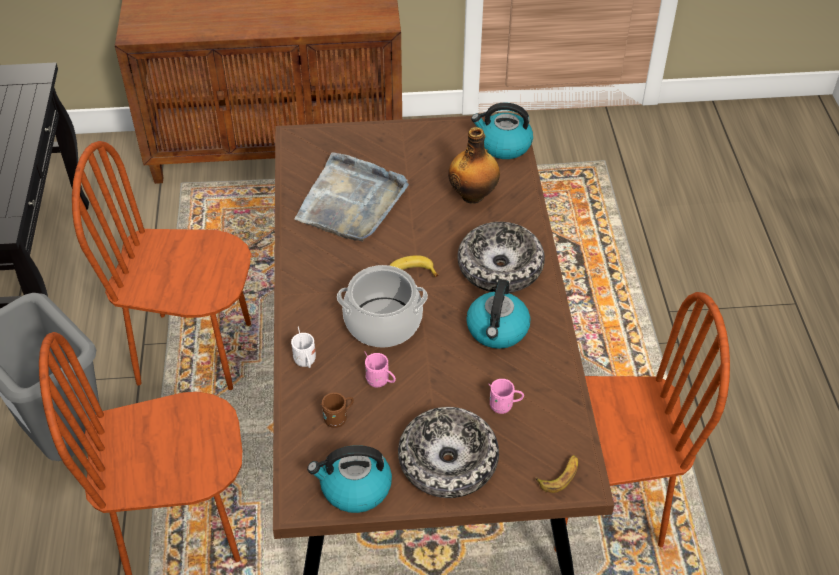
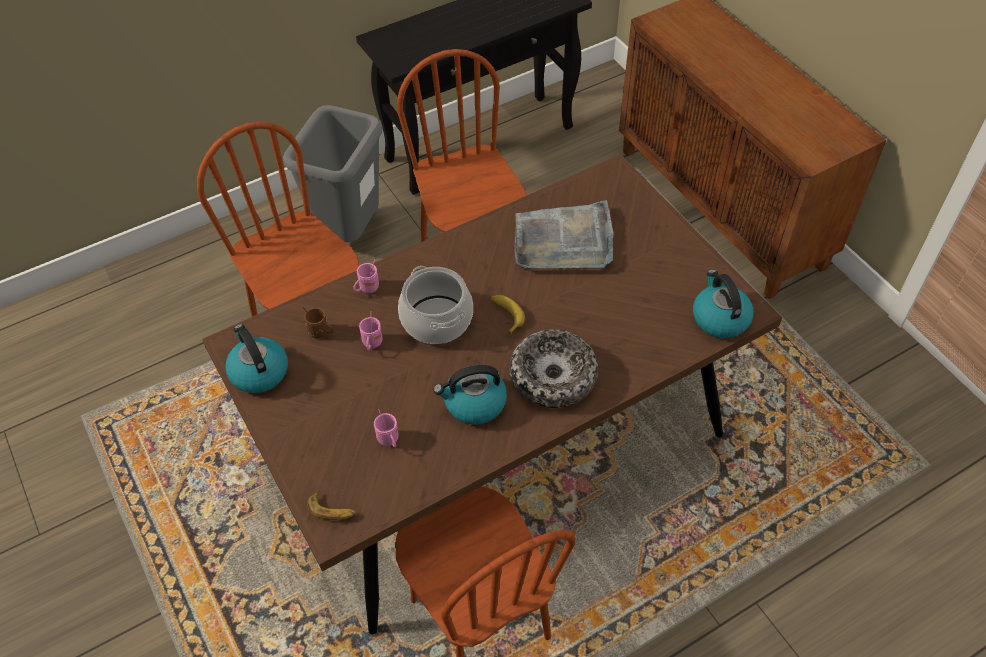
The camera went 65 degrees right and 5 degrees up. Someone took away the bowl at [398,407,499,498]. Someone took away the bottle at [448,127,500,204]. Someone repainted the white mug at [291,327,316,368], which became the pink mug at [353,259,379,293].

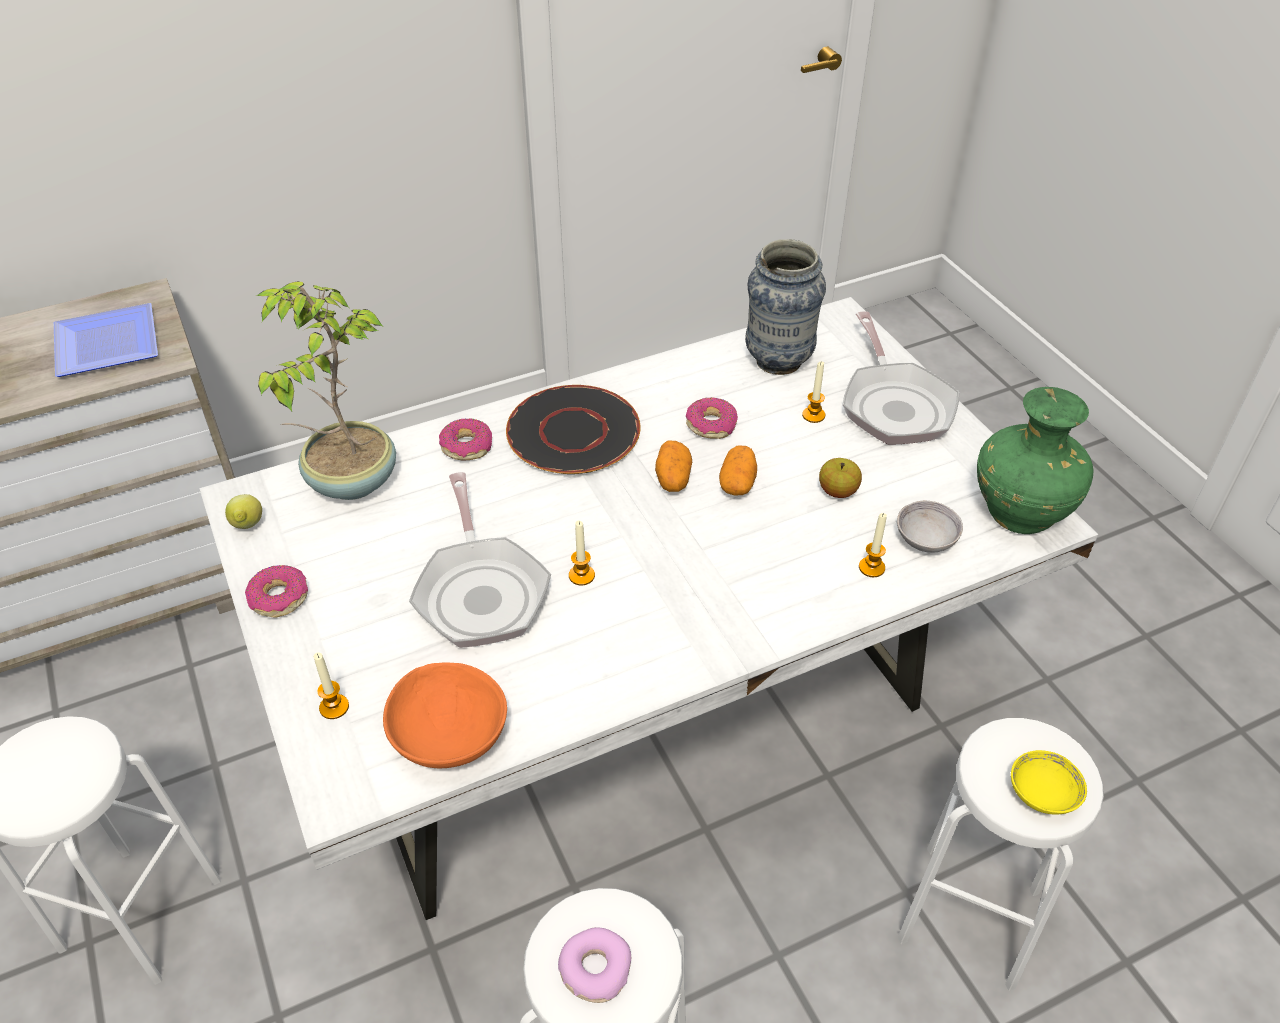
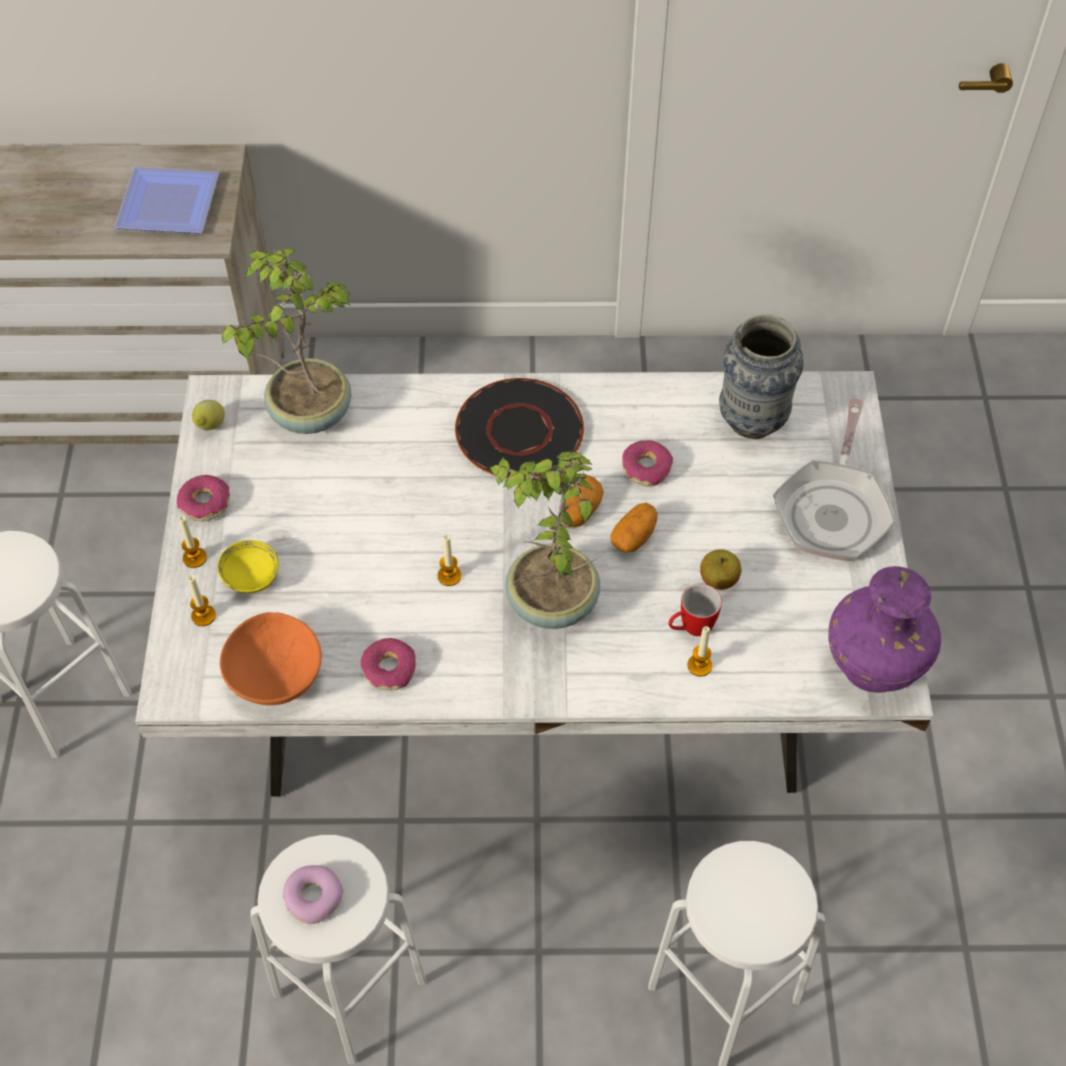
The camera went 25 degrees right and 10 degrees up. Someone took away the frying pan at [409,472,551,648]. Someone took away the grey bowl at [897,501,963,553]. Someone put down the potted plant at [490,451,600,629]. Someone put down the mug at [669,584,722,636]. Someone carried the donut from [439,418,492,461] to [361,638,416,691]. Someone carried the candle from [802,361,825,423] to [179,516,207,568]. Someone carried the yellow bowl from [1011,750,1087,815] to [217,540,279,593]. Someone repainted the green vase at [977,387,1093,534], which became the purple vase at [828,566,941,693].

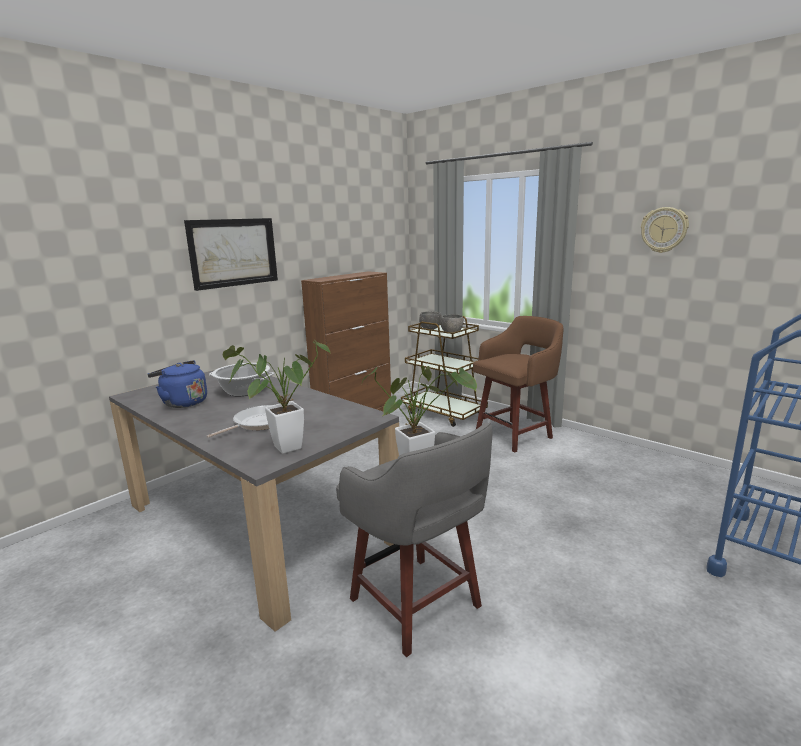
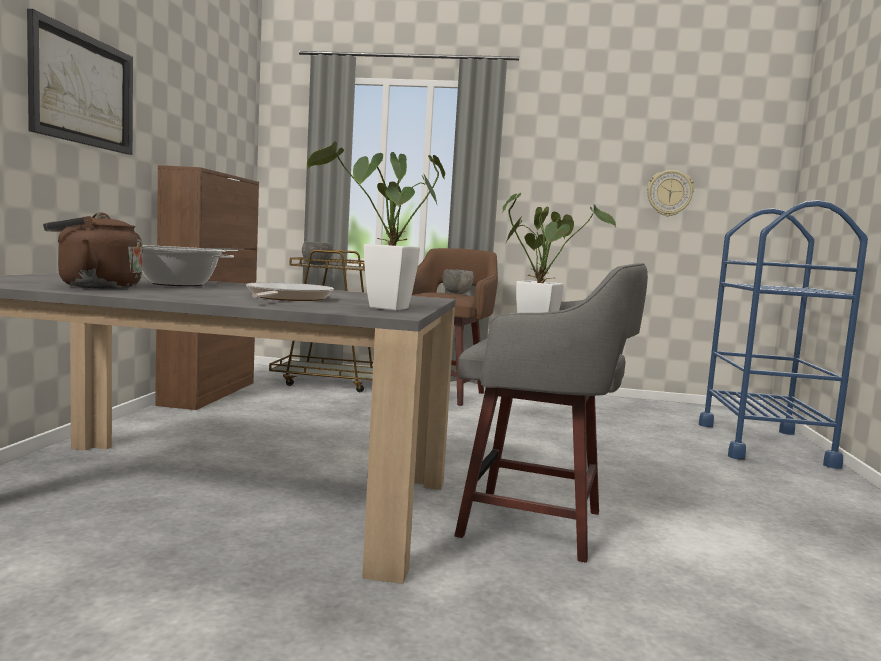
The camera went 35 degrees left and 10 degrees down. Someone carried the grey bowl from [440,314,464,333] to [442,269,474,294]. Someone carried the wall clock from [641,207,689,253] to [647,170,694,216]. Someone repainted the blue kettle at [147,360,207,408], which became the brown kettle at [43,212,142,289].

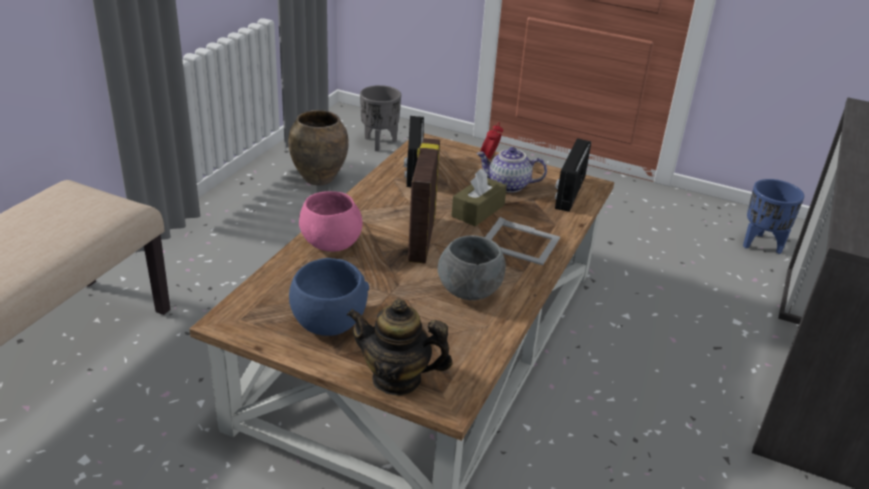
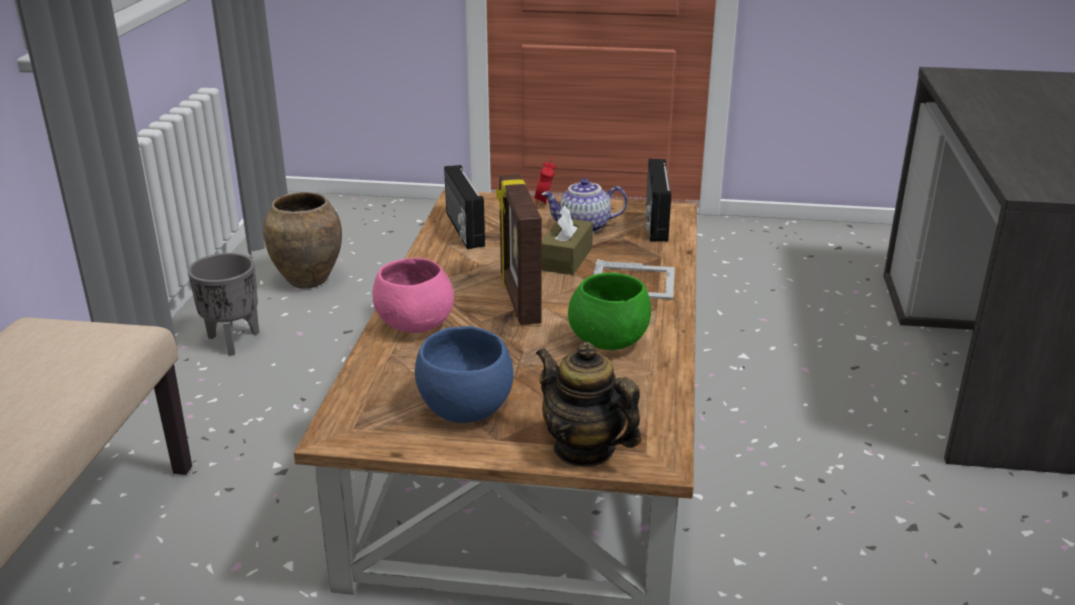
The camera went 15 degrees left and 5 degrees down. Someone took away the blue planter at [743,179,804,254]. Someone carried the grey planter from [360,85,401,152] to [188,253,259,355]. Someone repainted the grey bowl at [437,235,506,300], which became the green bowl at [568,273,651,350]. Someone rotated the teapot at [347,299,453,396] by 45 degrees clockwise.

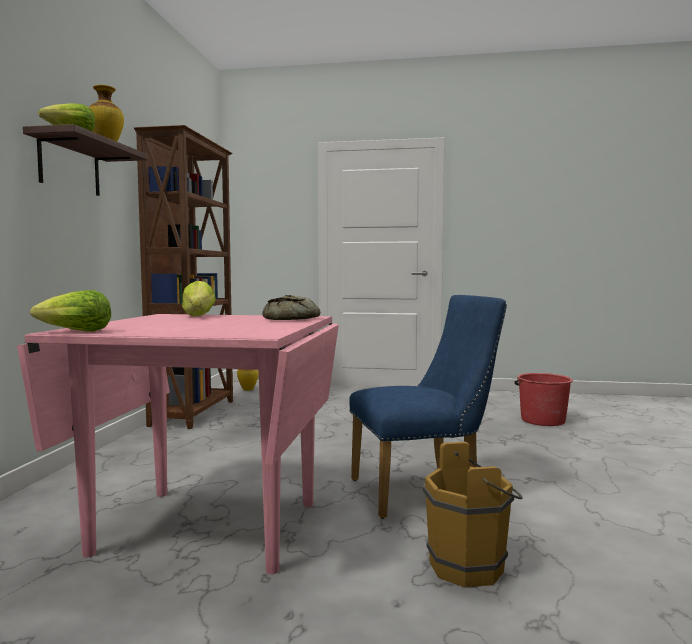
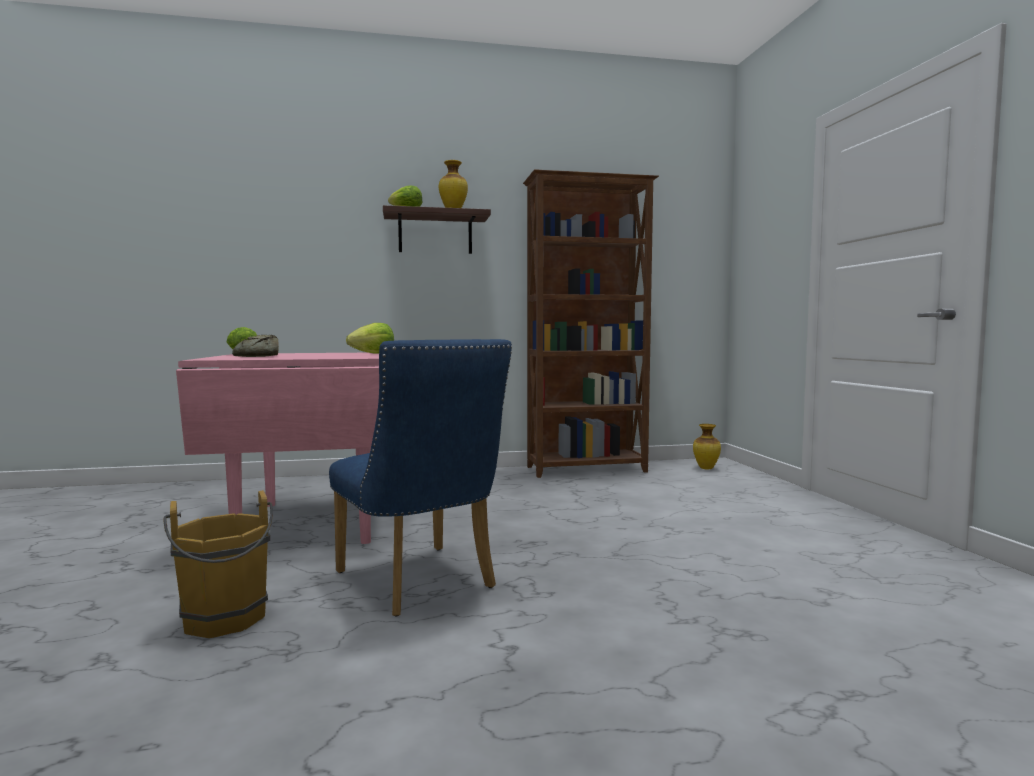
The camera went 70 degrees right and 0 degrees up. Someone took away the red bucket at [515,373,573,426]. Someone carried the bread from [262,295,320,320] to [232,335,279,357].

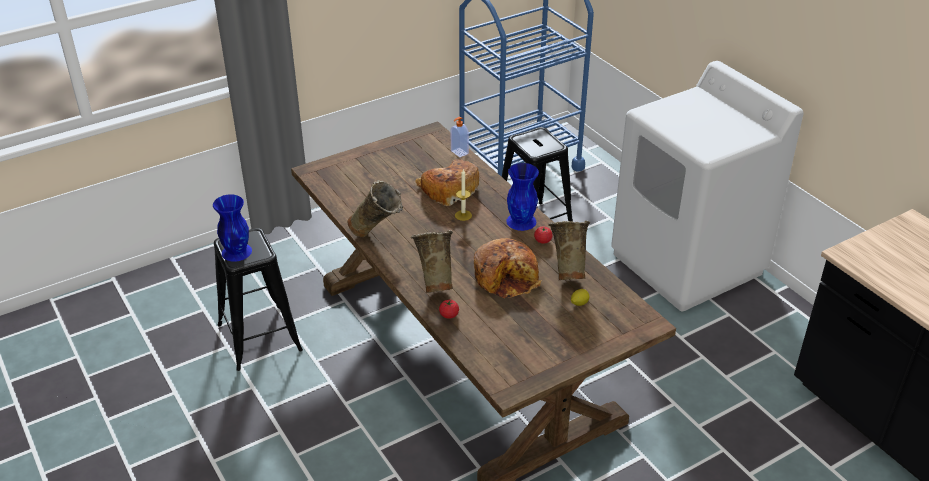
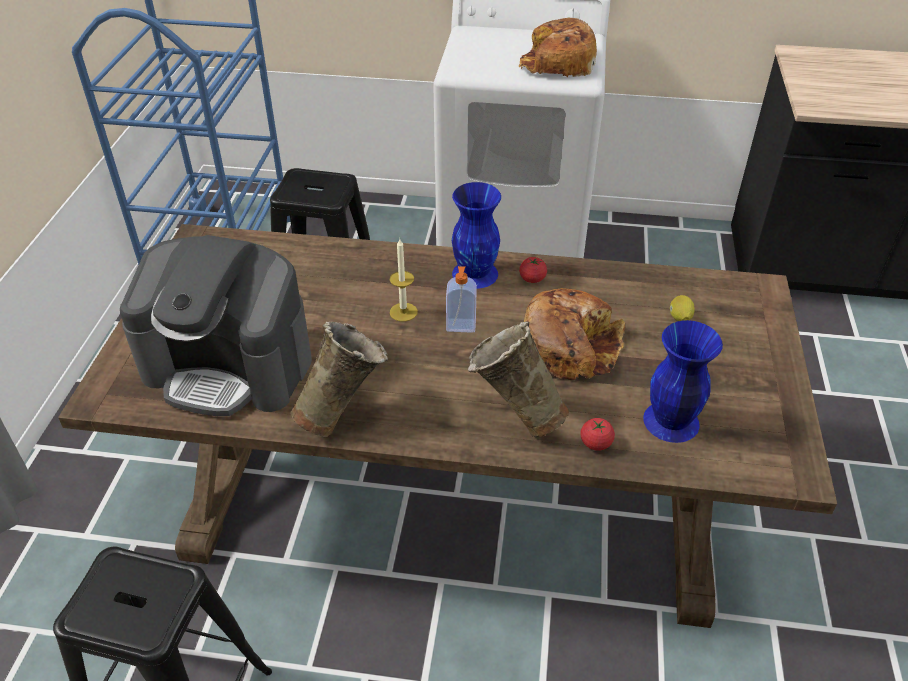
The camera went 50 degrees left and 5 degrees up. Someone took away the beige vase at [548,221,590,280]. Someone put down the coffee machine at [120,235,312,416]. Someone carried the blue vase from [213,194,252,262] to [643,320,723,443]. Someone carried the bread from [415,159,479,206] to [519,18,597,77]. Someone carried the soap dispenser from [451,117,469,157] to [446,266,477,333].

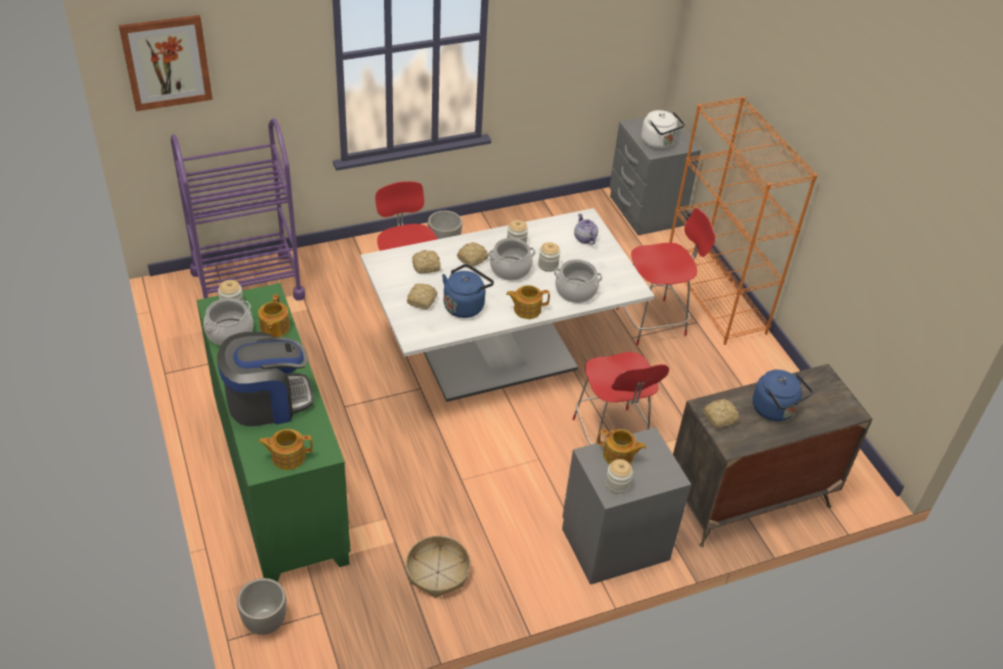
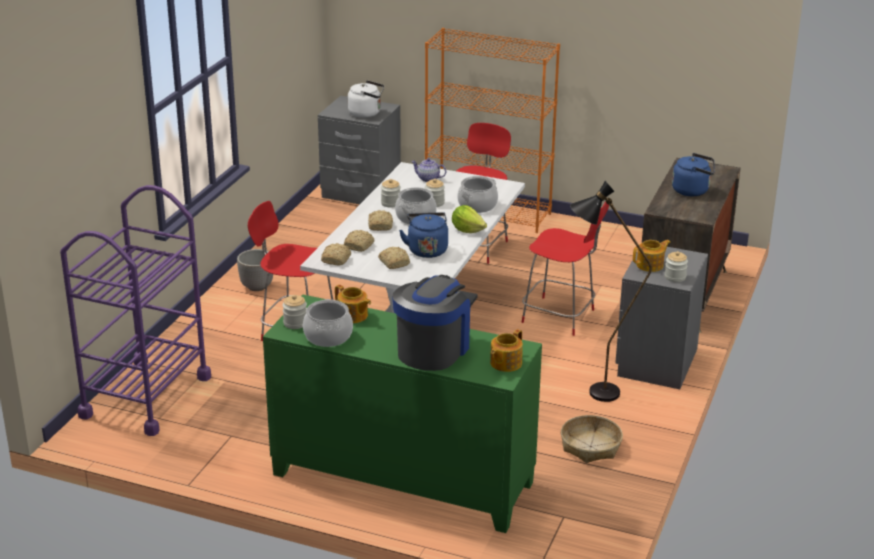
The camera went 45 degrees left and 15 degrees down. Someone took away the picture at [119,15,213,111]. Someone took away the planter at [237,578,286,635]. Someone put down the black floor lamp at [570,181,652,402]. Someone carried the bread from [703,399,739,428] to [321,243,351,266]. Someone swapped the teapot at [506,285,550,319] for the lettuce at [452,205,487,233].

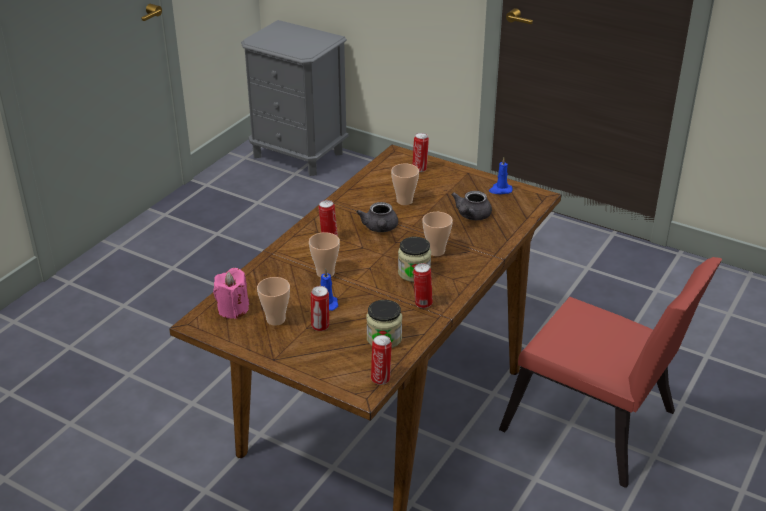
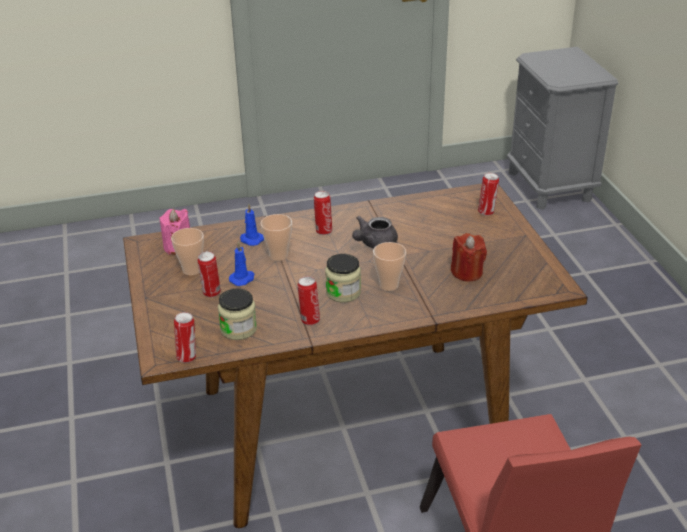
The camera went 45 degrees right and 0 degrees up. Someone took away the cup at [391,164,419,205]. Someone carried the blue candle from [489,157,513,194] to [240,204,264,246]. Someone swapped the grey teapot at [451,191,492,220] for the red candle at [451,233,487,281].

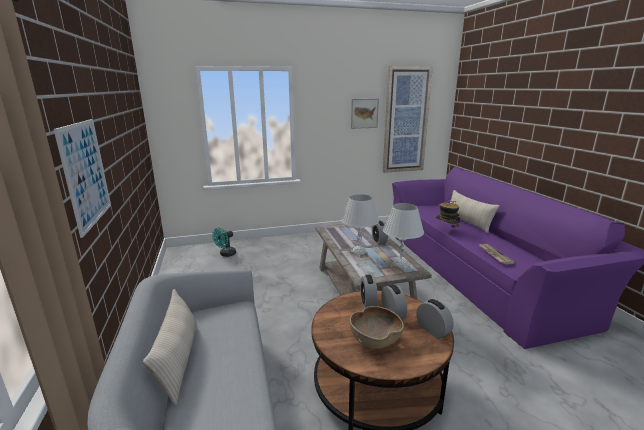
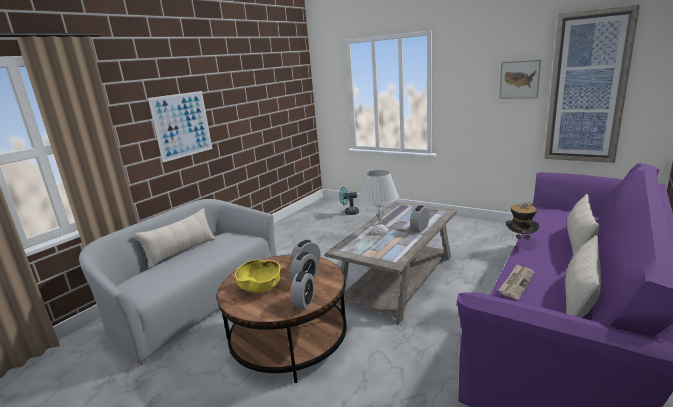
The camera went 50 degrees right and 0 degrees up. Someone took away the white table lamp at [383,203,424,271]. Someone put down the beige pillow at [565,235,601,318]. Someone repainted the brown bowl at [349,306,404,349], which became the yellow bowl at [235,260,281,293].

